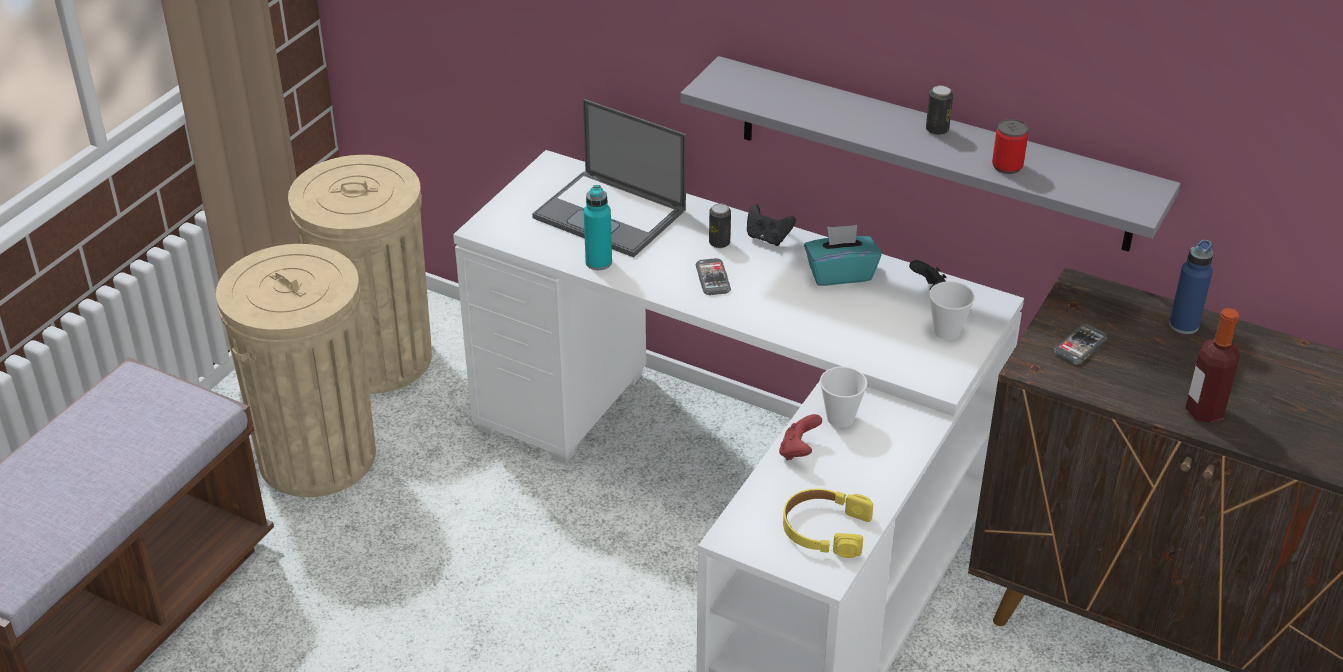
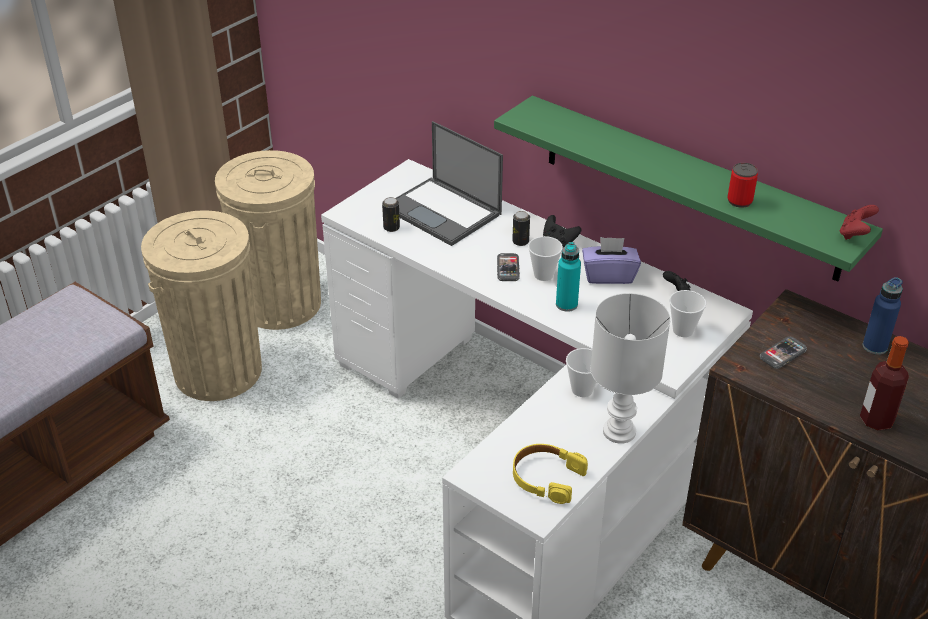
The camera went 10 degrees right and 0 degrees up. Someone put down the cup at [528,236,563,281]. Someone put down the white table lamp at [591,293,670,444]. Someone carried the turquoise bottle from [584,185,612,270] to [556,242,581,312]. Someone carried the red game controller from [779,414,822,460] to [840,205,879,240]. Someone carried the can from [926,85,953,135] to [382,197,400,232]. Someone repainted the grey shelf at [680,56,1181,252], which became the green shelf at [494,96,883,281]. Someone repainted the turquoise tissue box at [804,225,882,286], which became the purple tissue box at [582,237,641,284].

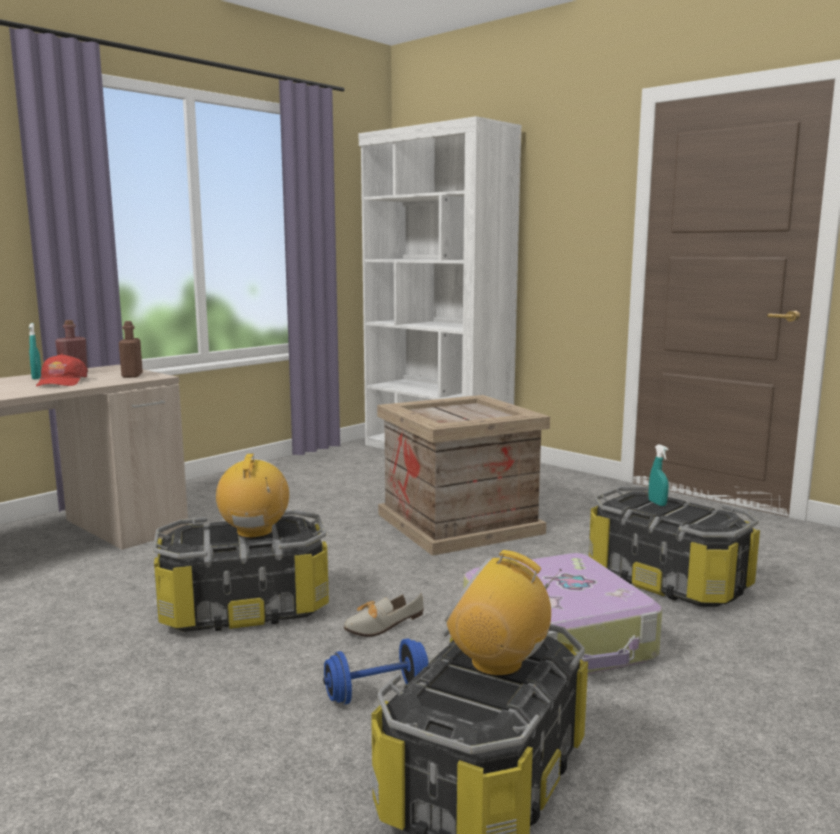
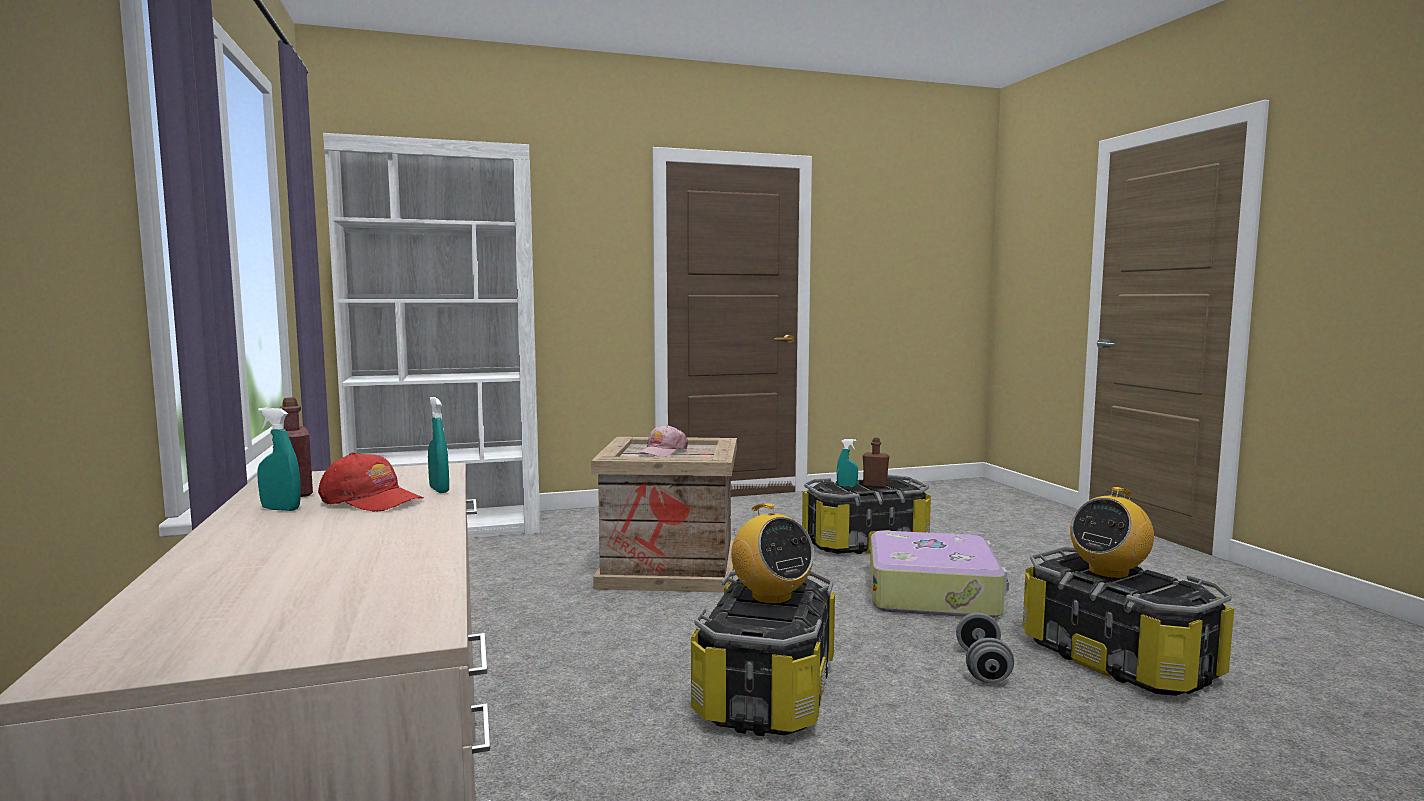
The camera went 60 degrees left and 5 degrees down. Someone took away the shoe at [344,593,424,637]. Someone put down the turquoise spray bottle at [428,397,449,493]. Someone put down the pink cap at [638,425,688,457]. Someone carried the brown bottle from [119,321,143,378] to [863,437,889,488]. Someone repainted the blue dumbbell at [323,638,429,705], which became the grey dumbbell at [956,612,1014,683]. Someone rotated the radio at [216,454,289,538] by 150 degrees counterclockwise.

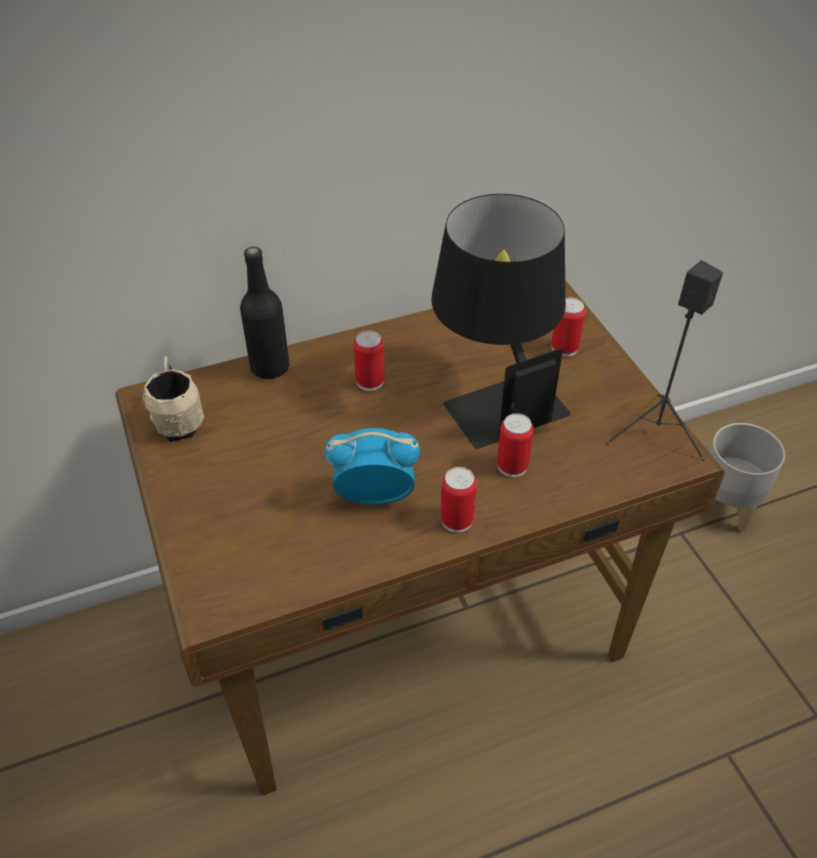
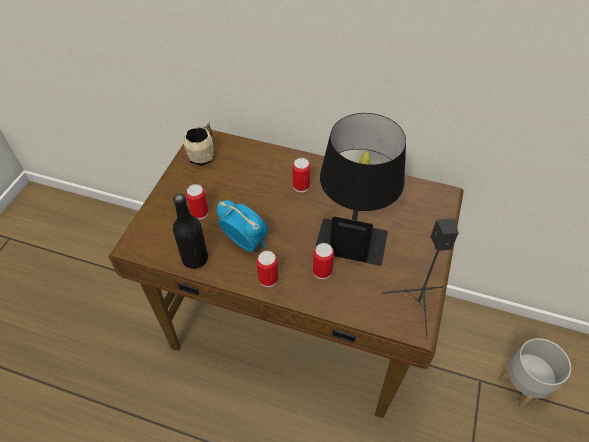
The camera went 40 degrees right and 5 degrees up. Someone carried the black bottle from [240,247,290,379] to [173,194,208,269]. Someone carried the can from [551,297,586,357] to [186,184,208,220].

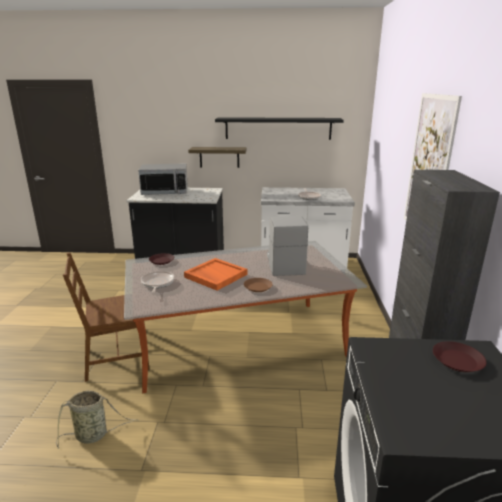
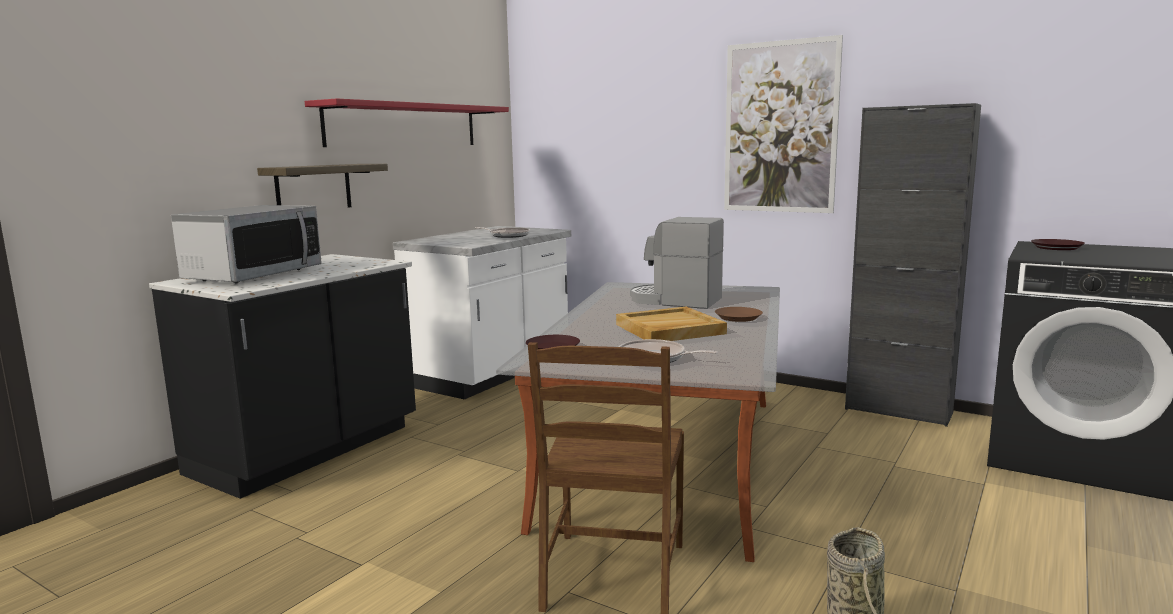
The camera went 60 degrees left and 10 degrees down. Someone repainted the orange tray at [184,258,247,291], which became the beige tray at [616,307,727,341]. Someone repainted the black shelf at [215,117,344,140], which became the red shelf at [305,98,509,147].

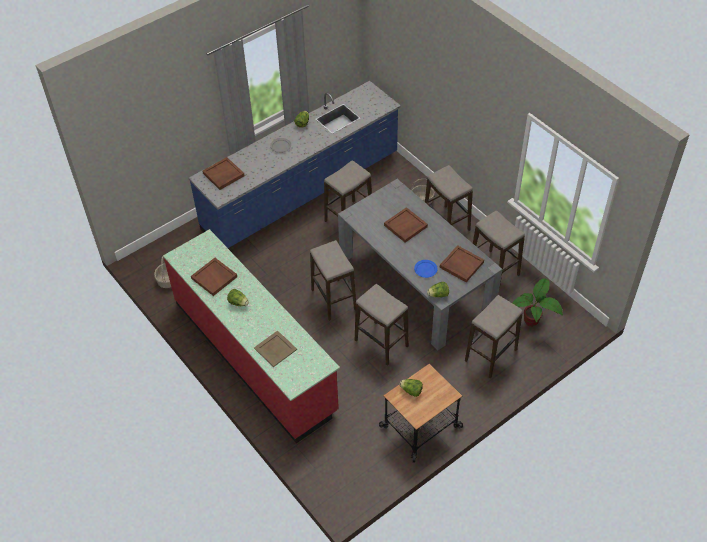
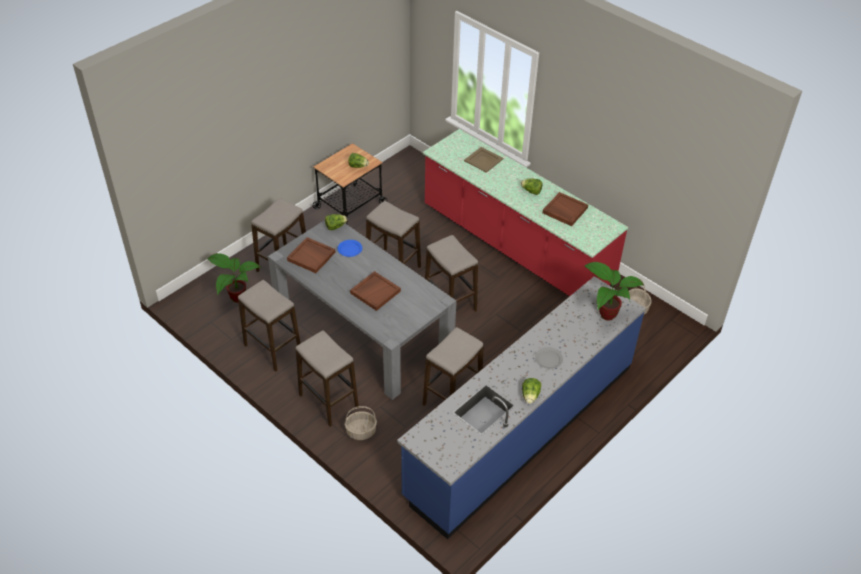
The camera went 170 degrees right and 5 degrees down. Someone swapped the brown tray at [203,157,245,190] for the potted plant at [585,262,644,321].

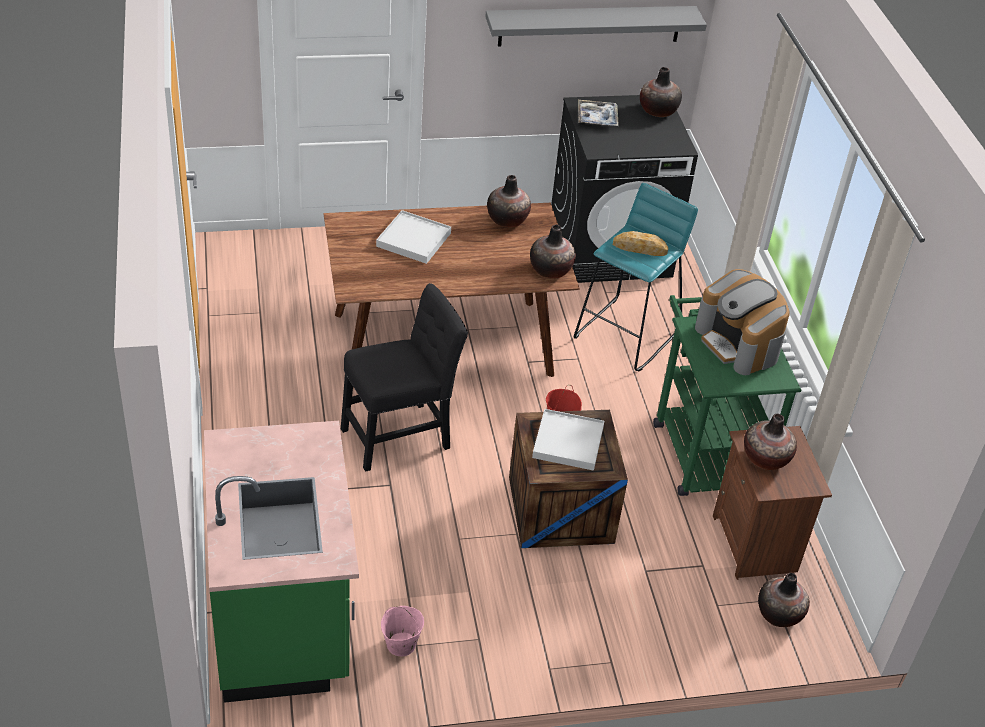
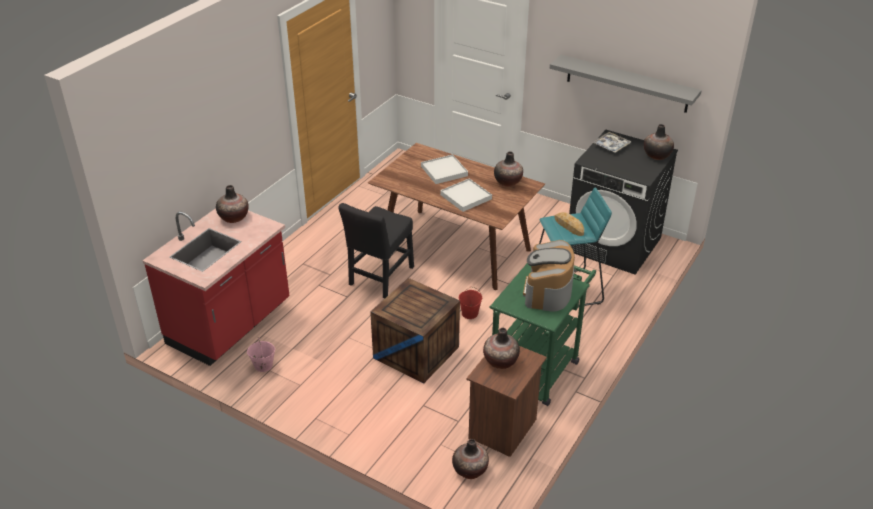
The camera went 45 degrees right and 5 degrees down. Someone carried the vase from [530,225,576,279] to [216,185,249,223]. Someone carried the white tray from [532,409,604,471] to [440,178,492,212]. Someone repainted the green counter at [204,421,359,703], which became the red counter at [142,208,290,366]. Someone rotated the black chair at [341,283,468,472] by 105 degrees clockwise.

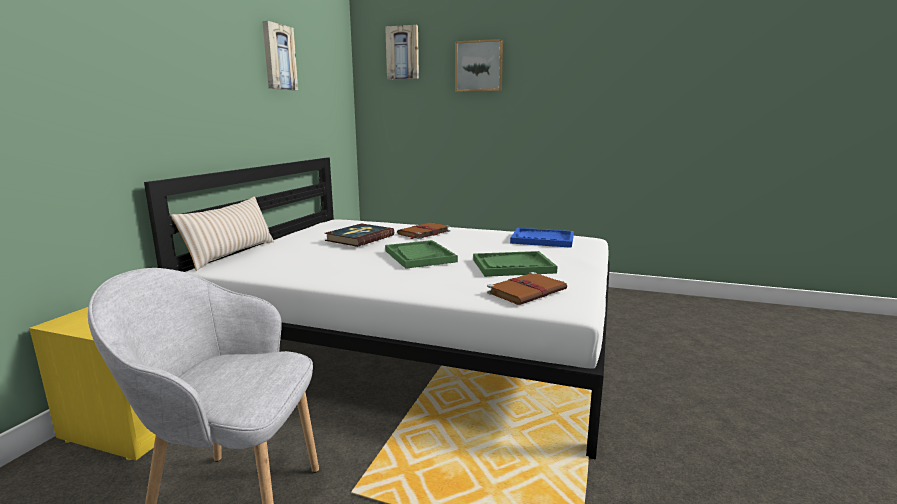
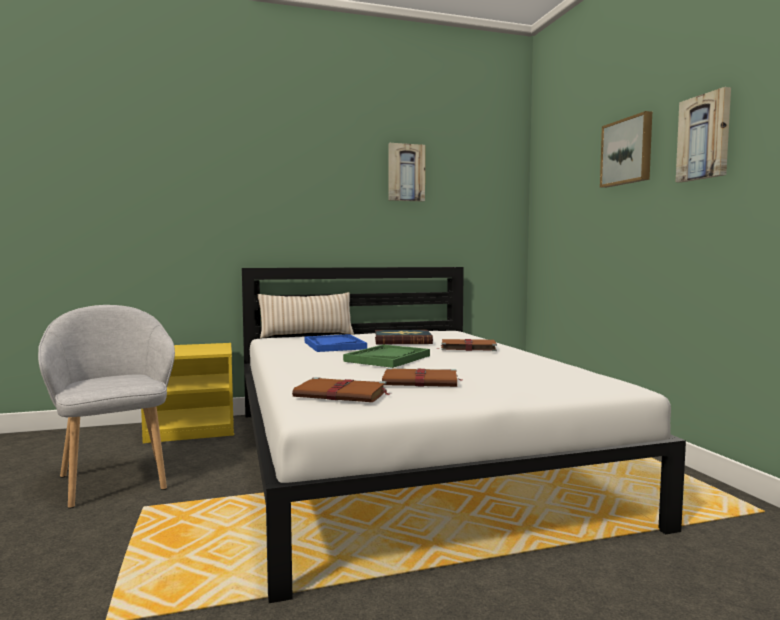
The camera went 55 degrees right and 10 degrees down. Someone carried the picture from [385,25,419,79] to [676,87,731,183]. Someone carried the blue tray from [510,228,574,248] to [305,334,367,352]. Someone swapped the green tray at [473,251,557,277] for the brown book at [382,368,463,387].

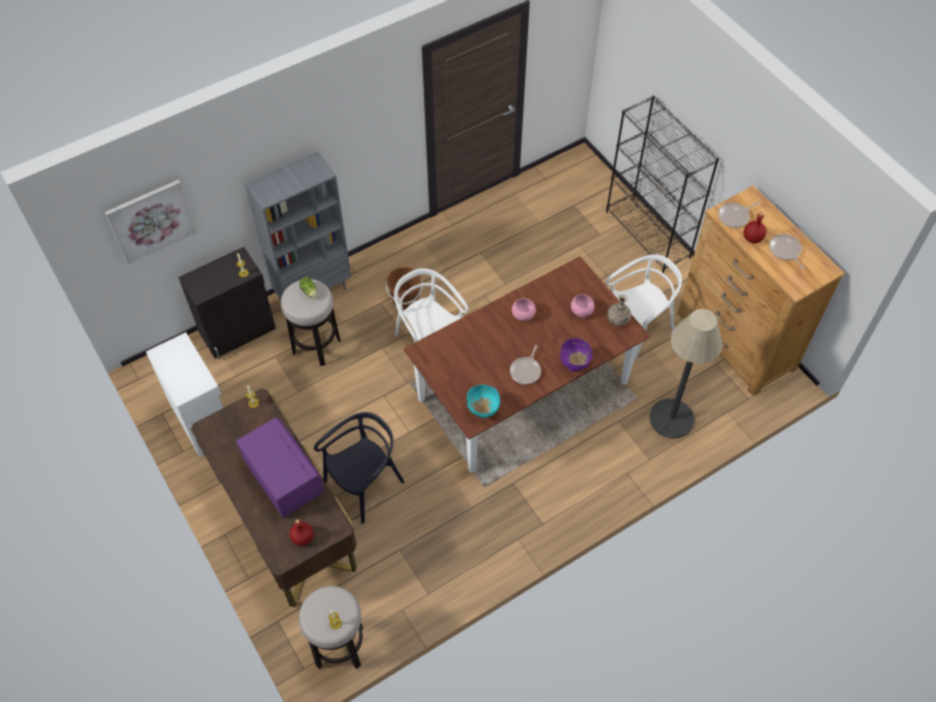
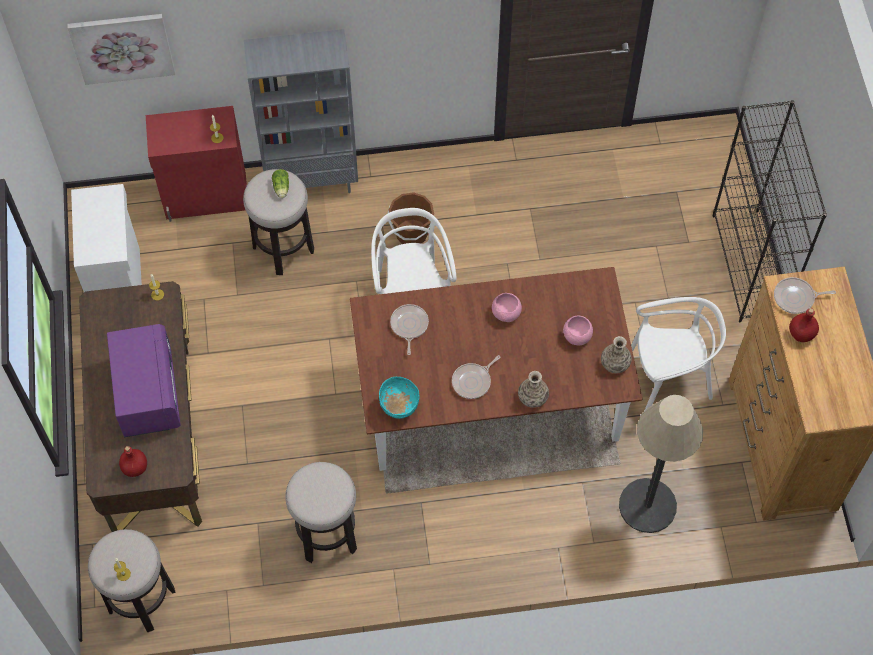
The camera went 25 degrees right and 5 degrees up. Someone took away the black chair at [314,412,404,524]. Someone put down the stool at [285,462,357,563]. Someone carried the frying pan from [769,234,805,269] to [390,304,429,355]. Someone swapped the purple bowl at [560,338,593,372] for the vase at [518,371,549,408]. Someone repainted the black cabinet at [178,247,276,359], which became the red cabinet at [146,106,247,222].

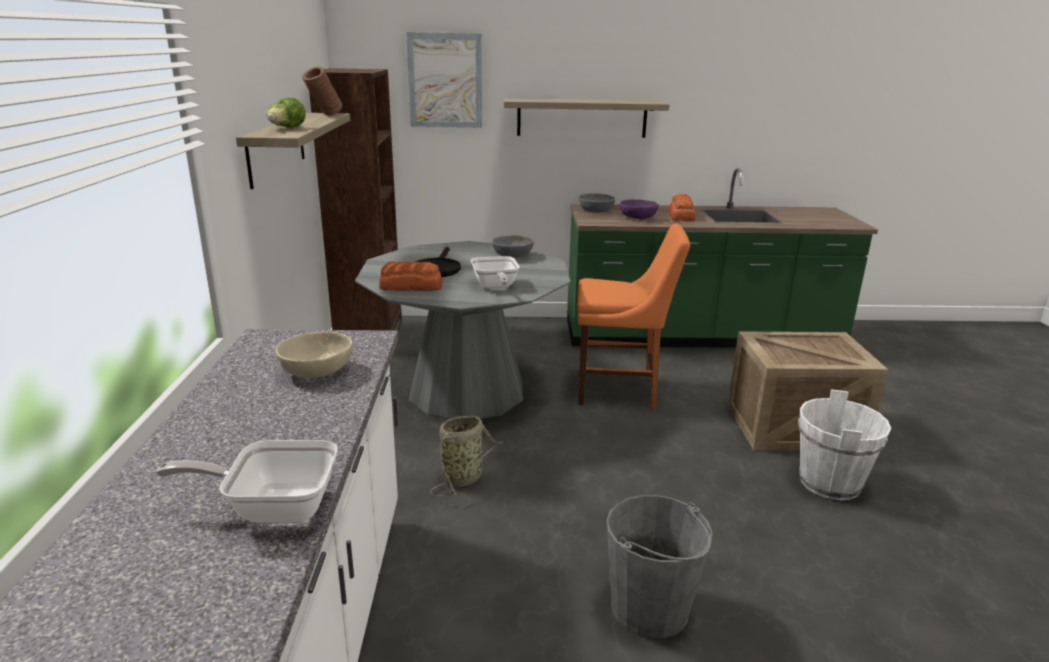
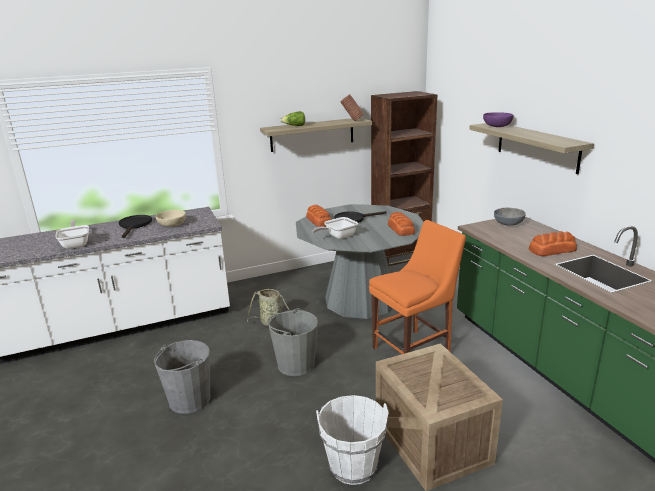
The camera went 70 degrees right and 0 degrees up. Someone took away the picture at [406,32,482,128]. Someone put down the black frying pan at [119,215,152,238]. Someone put down the grey bucket at [267,308,318,376]. Someone carried the purple bowl from [620,199,659,219] to [483,112,514,127]. Someone swapped the grey bowl at [492,235,534,258] for the bread at [388,212,415,236]. Someone rotated the orange chair at [578,223,690,409] by 105 degrees counterclockwise.

